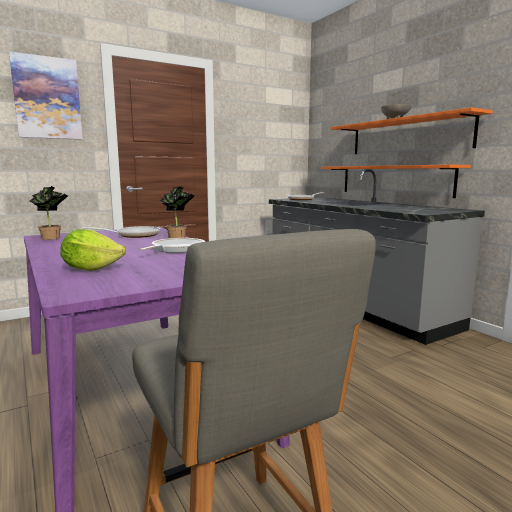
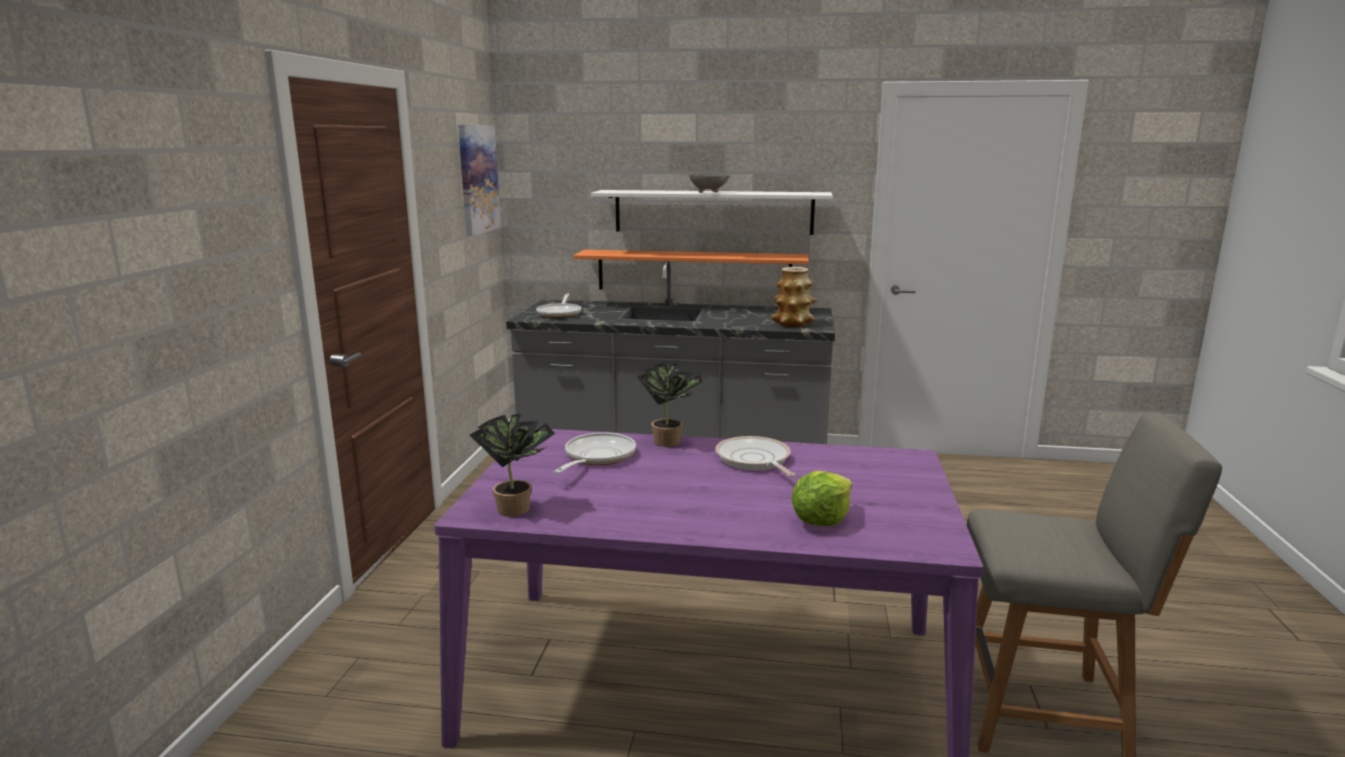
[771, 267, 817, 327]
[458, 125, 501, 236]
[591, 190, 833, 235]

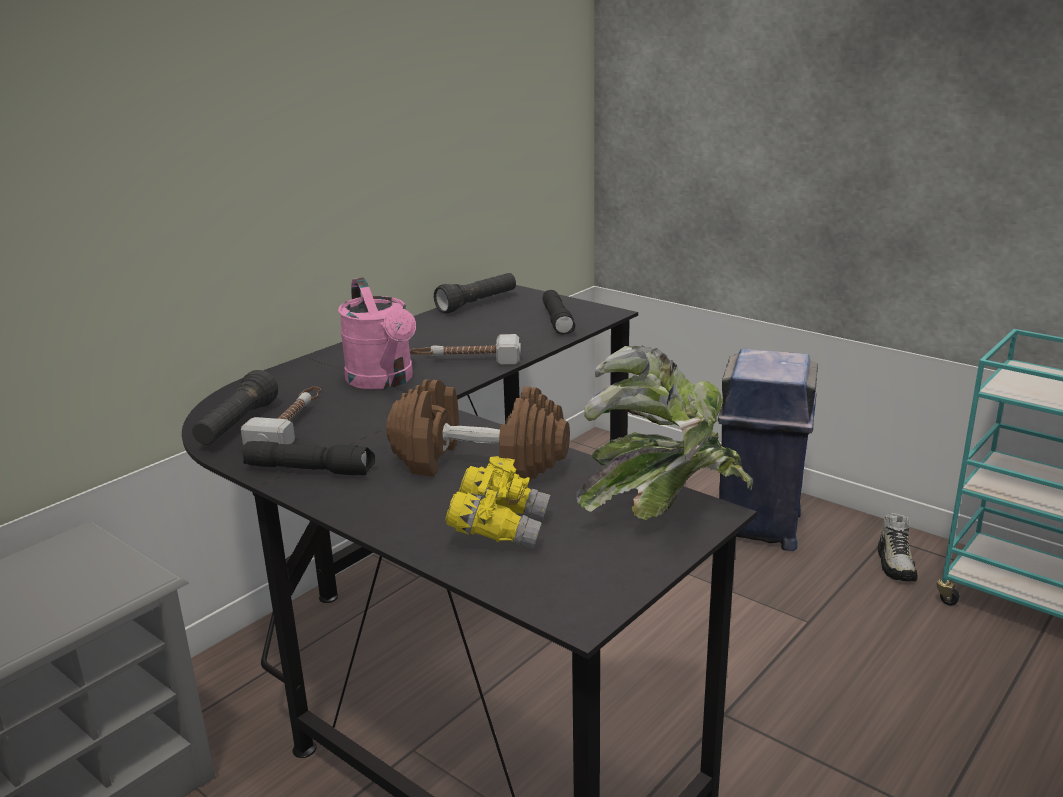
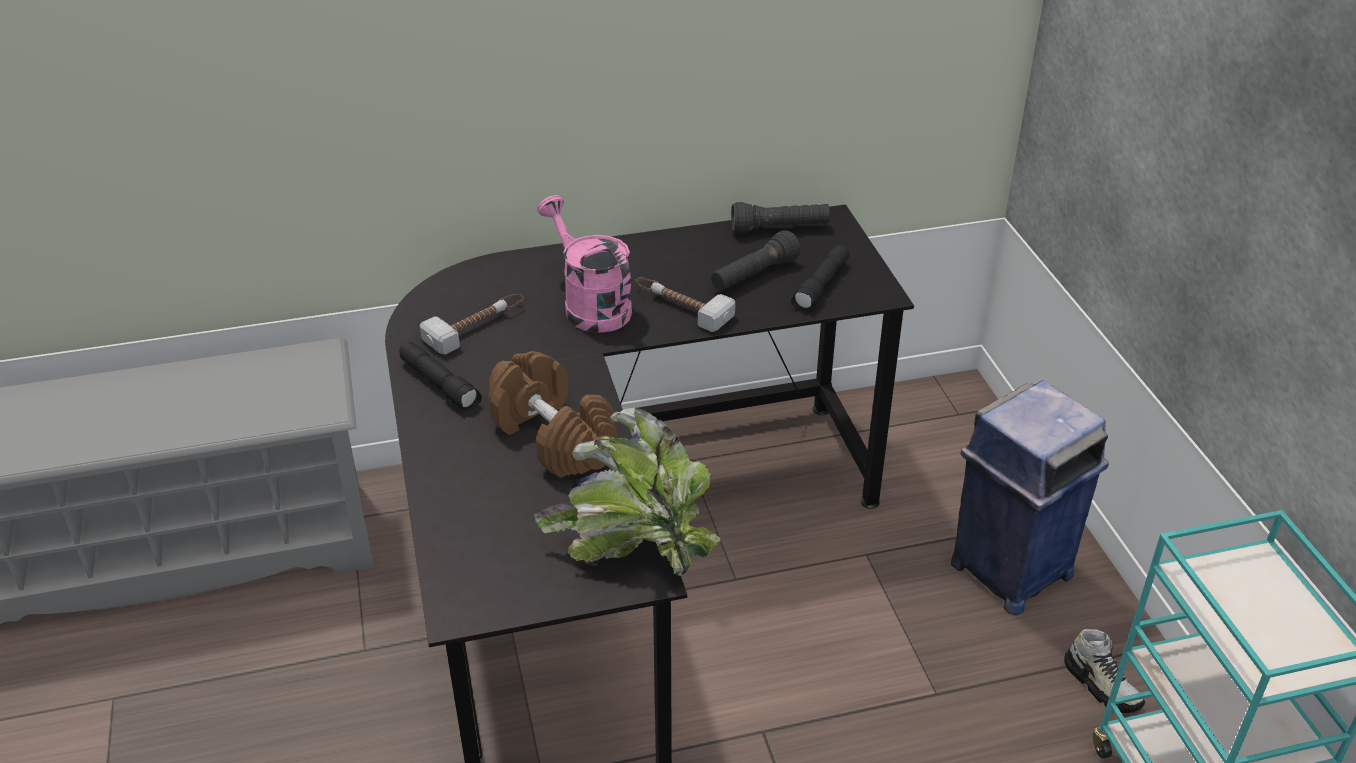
[445, 456, 550, 549] (first image)
[711, 231, 801, 290]
[537, 195, 632, 333]
[1064, 629, 1145, 713]

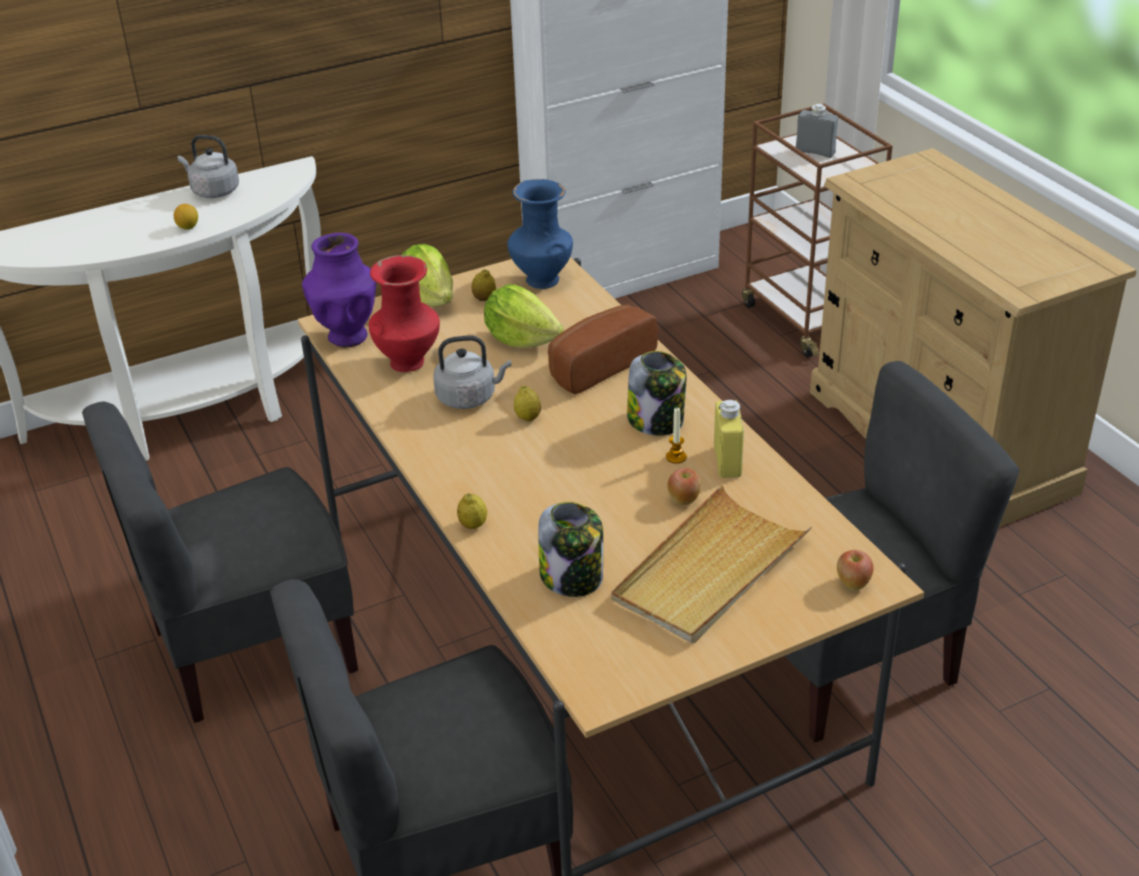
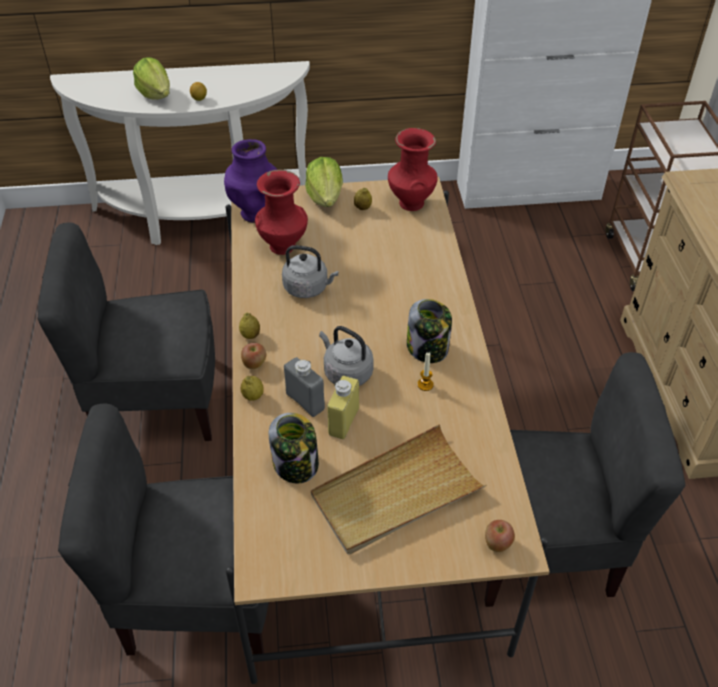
[548, 305, 658, 394] (first image)
[319, 326, 374, 386]
[133, 57, 170, 100]
[239, 313, 260, 339]
[241, 343, 266, 369]
[327, 376, 359, 439]
[284, 357, 325, 417]
[388, 128, 438, 211]

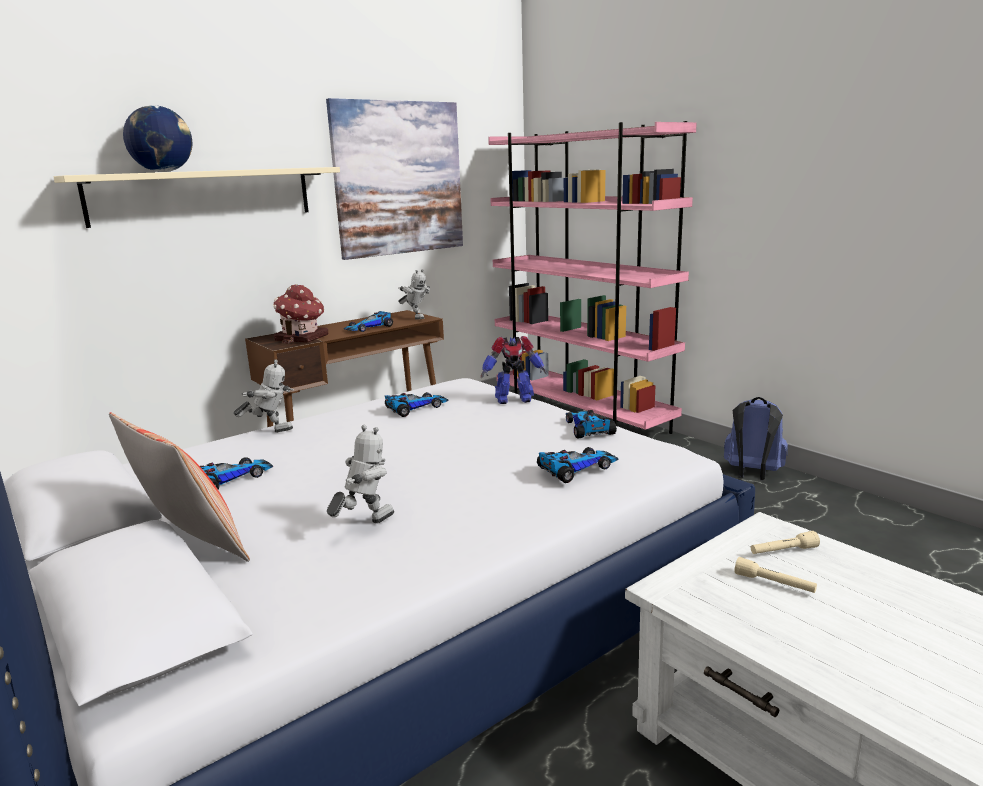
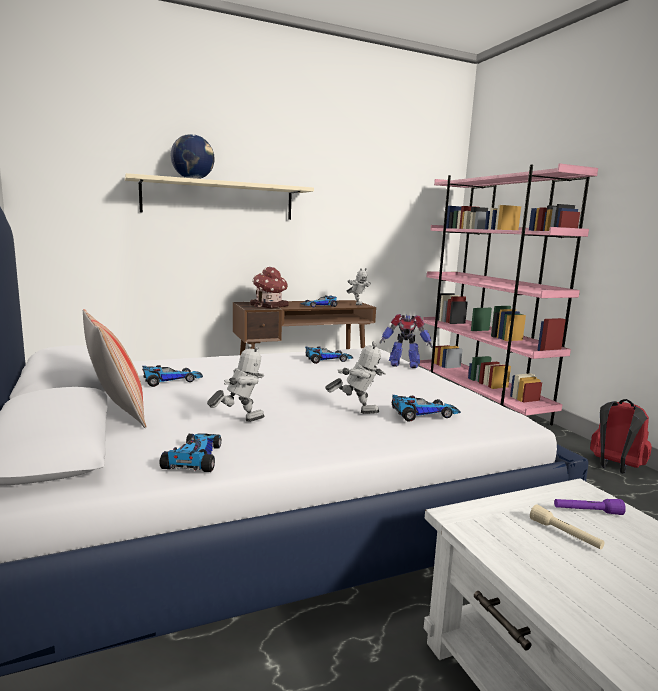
[326, 98, 463, 260] (first image)
[325, 341, 386, 414]
[160, 433, 221, 472]
[590, 399, 652, 474]
[554, 499, 626, 515]

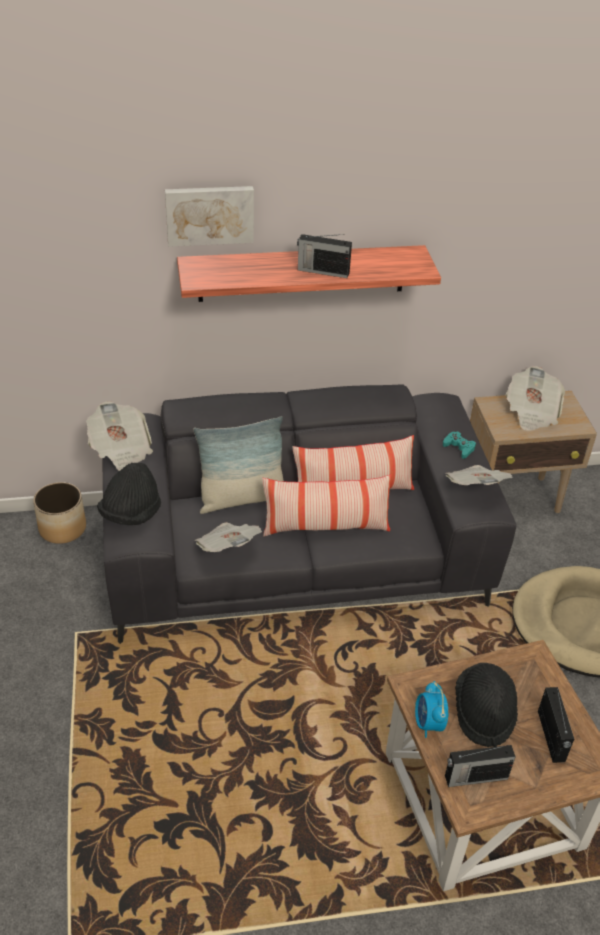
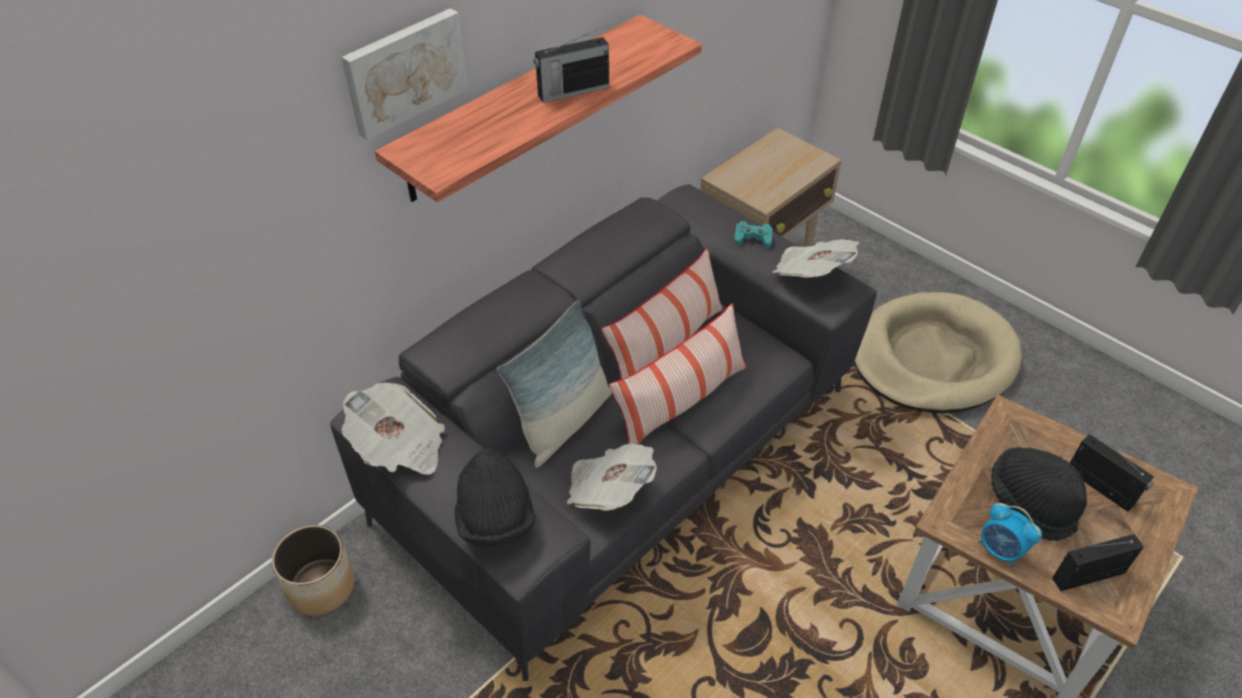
[506, 366, 565, 431] (first image)
[1052, 534, 1144, 591]

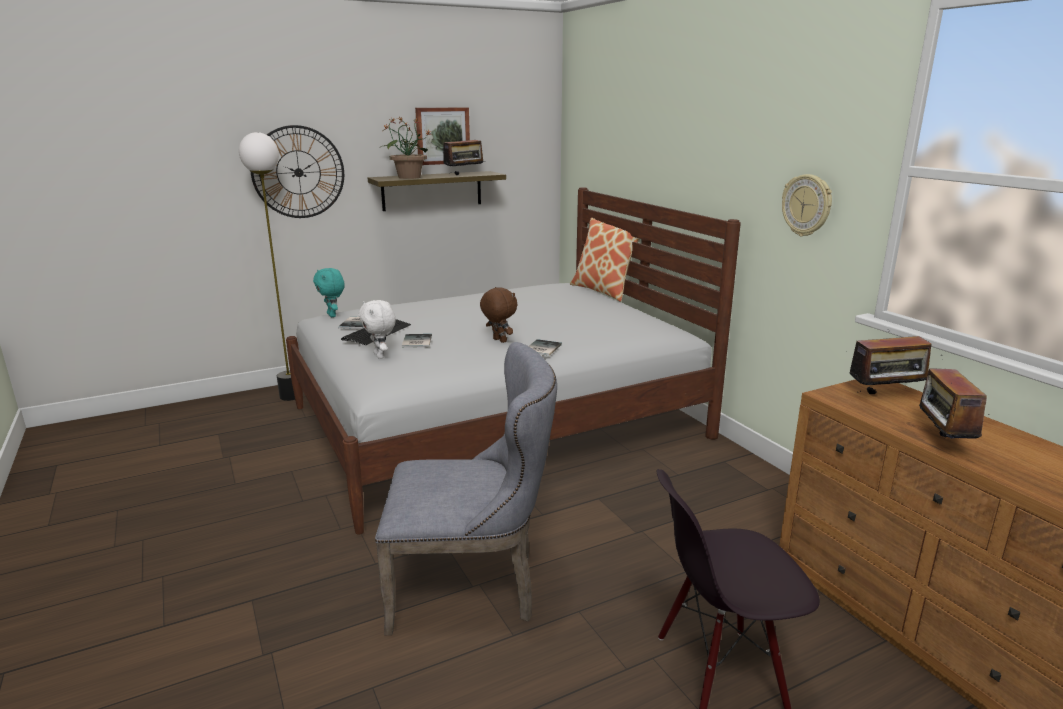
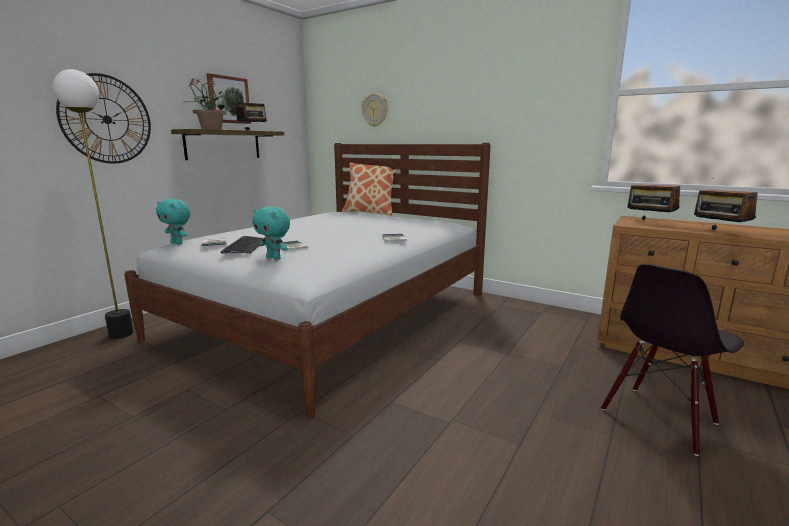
[375, 342, 557, 635] (first image)
[480, 287, 517, 343] (first image)
[362, 93, 388, 127]
[252, 206, 290, 260]
[627, 174, 680, 220]

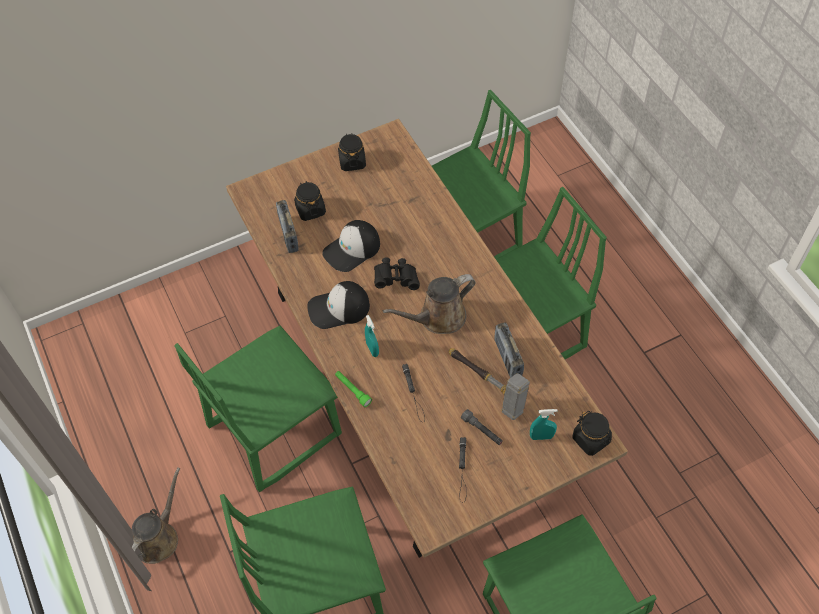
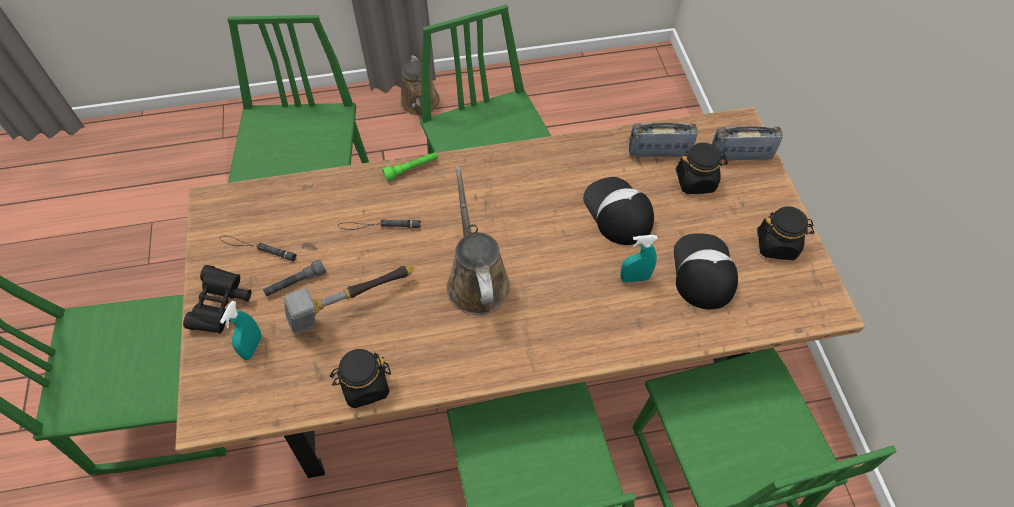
[674, 233, 738, 310]
[620, 235, 658, 282]
[183, 265, 251, 334]
[712, 126, 783, 160]
[330, 349, 391, 408]
[400, 55, 440, 116]

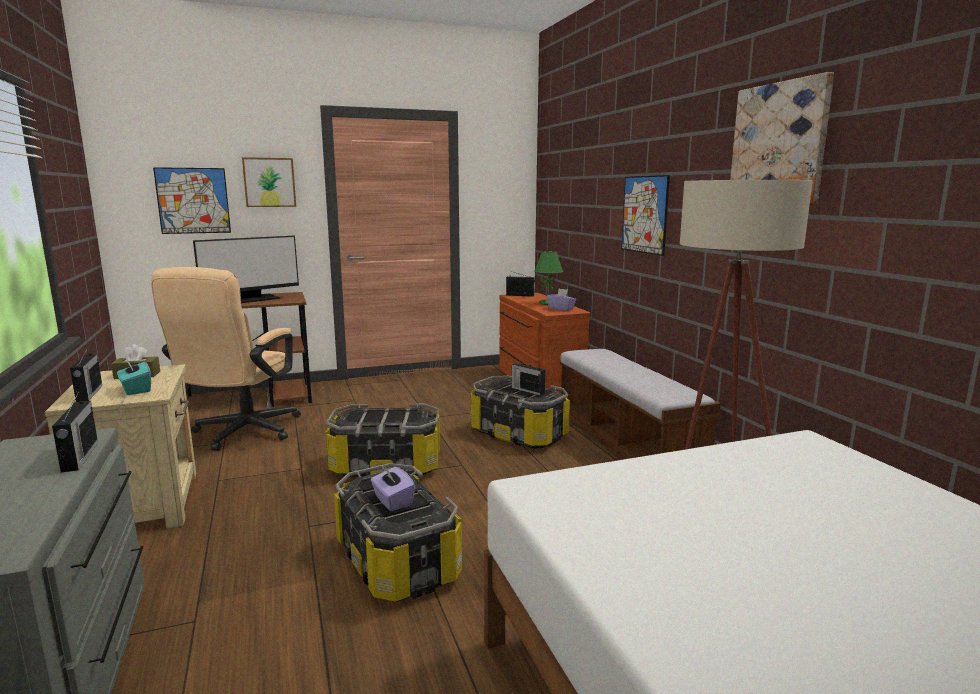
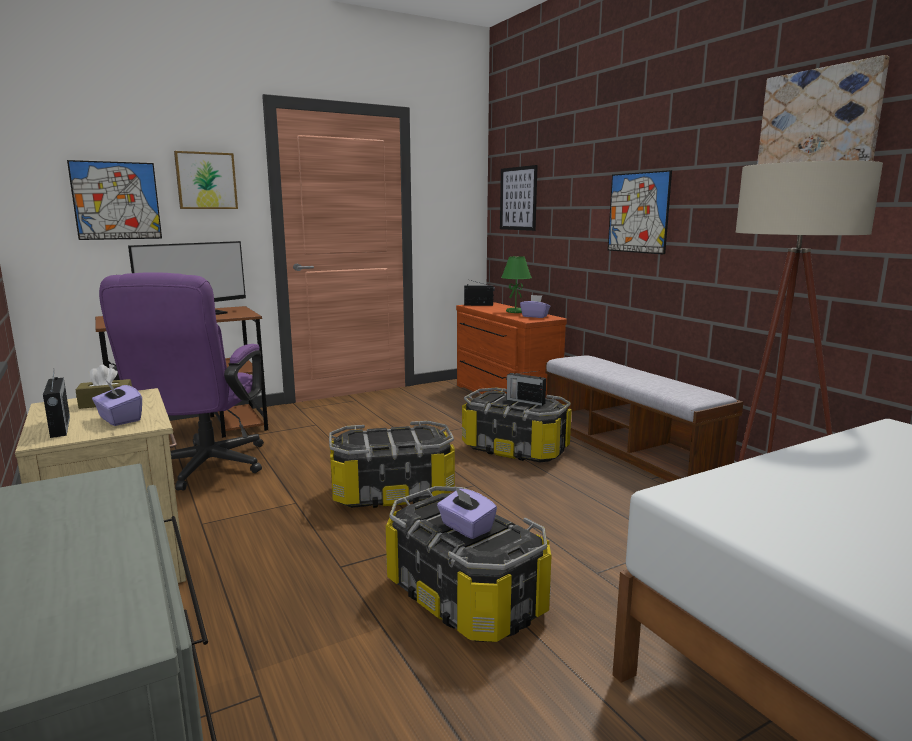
[52, 392, 98, 472] (first image)
[500, 165, 538, 231]
[92, 381, 142, 426]
[99, 272, 264, 491]

